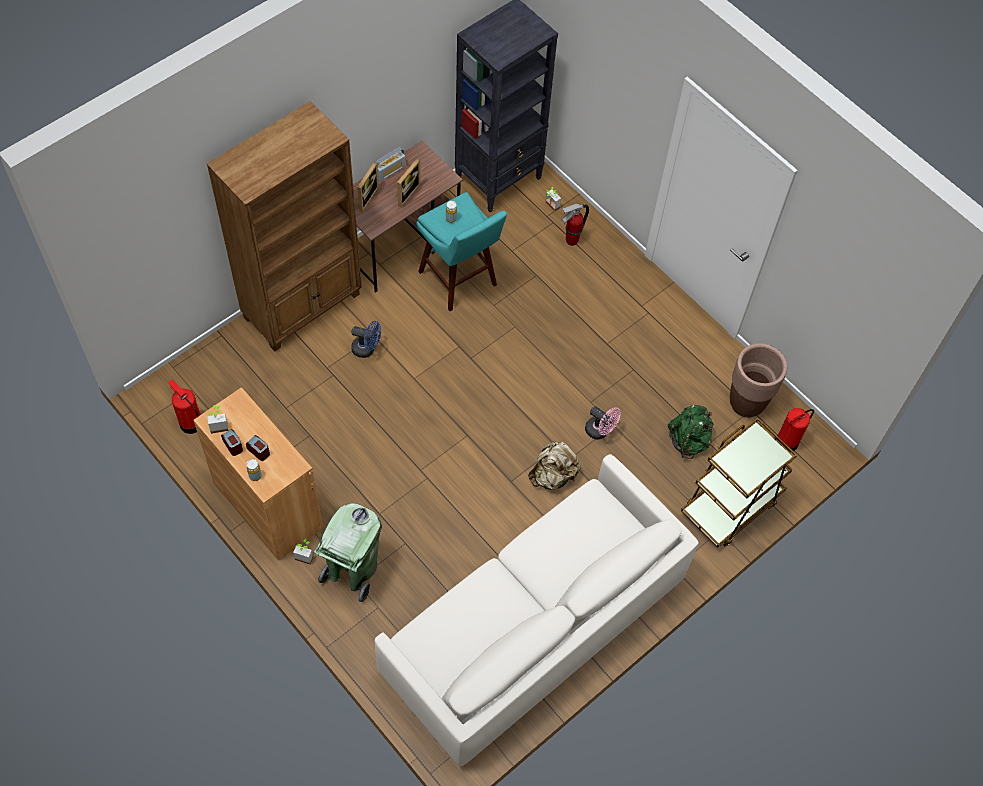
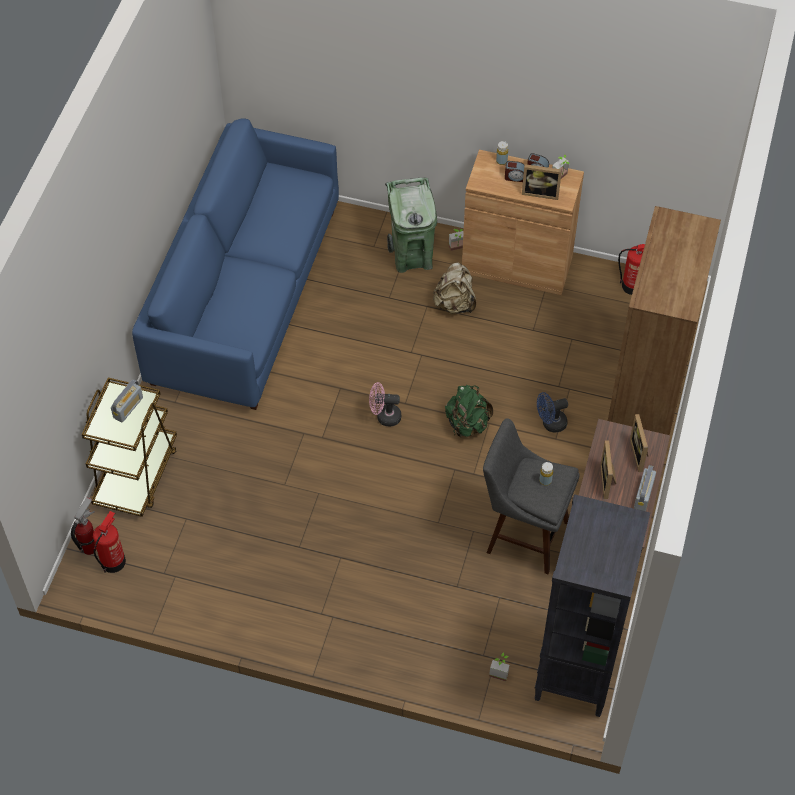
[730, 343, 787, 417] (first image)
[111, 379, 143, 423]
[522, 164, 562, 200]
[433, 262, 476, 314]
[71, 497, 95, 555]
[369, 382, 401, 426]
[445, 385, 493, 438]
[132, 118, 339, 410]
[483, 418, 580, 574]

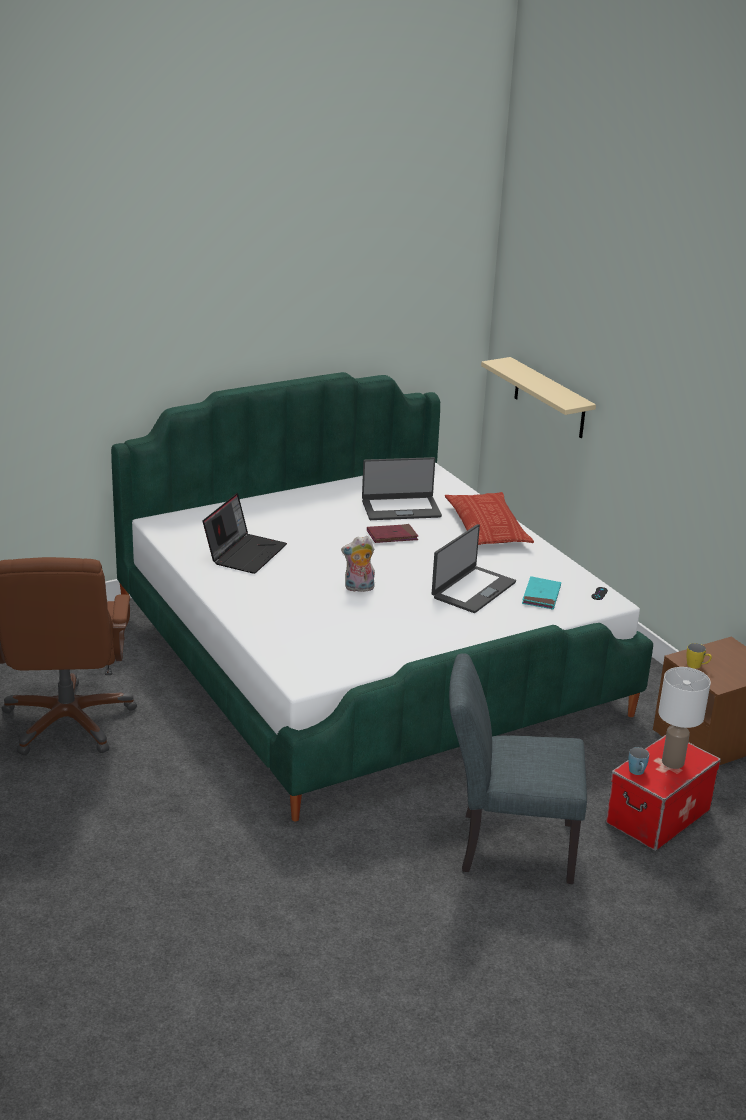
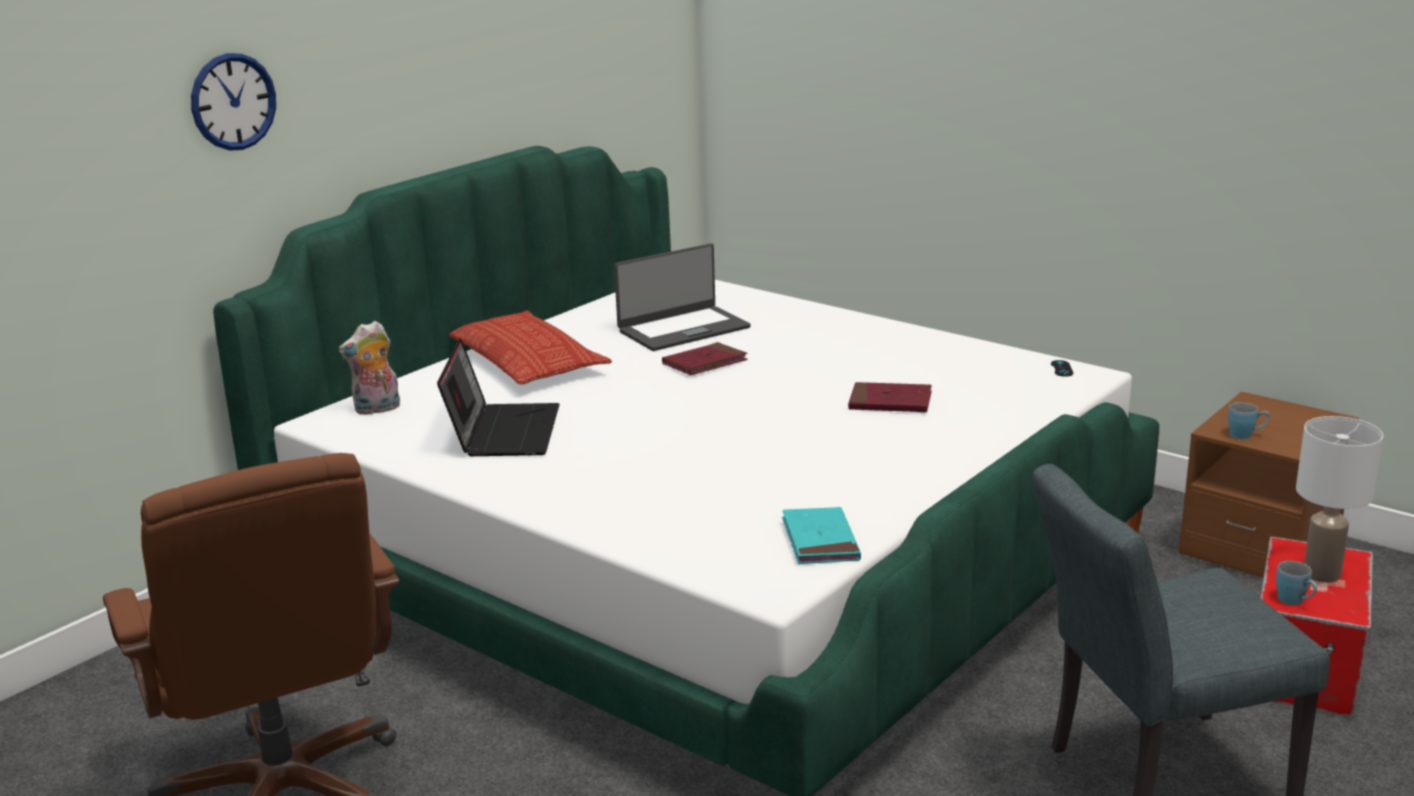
[481, 357, 596, 438] (first image)
[191, 53, 276, 151]
[338, 321, 400, 415]
[449, 310, 612, 385]
[782, 507, 861, 564]
[848, 382, 932, 413]
[1228, 402, 1270, 439]

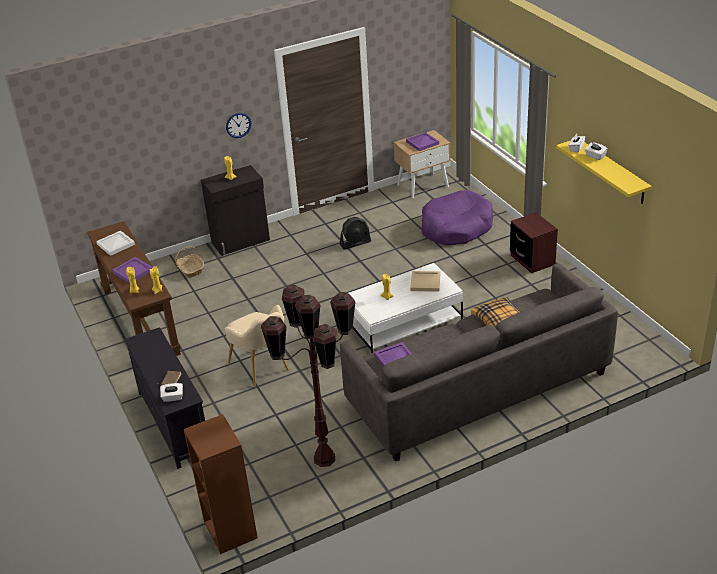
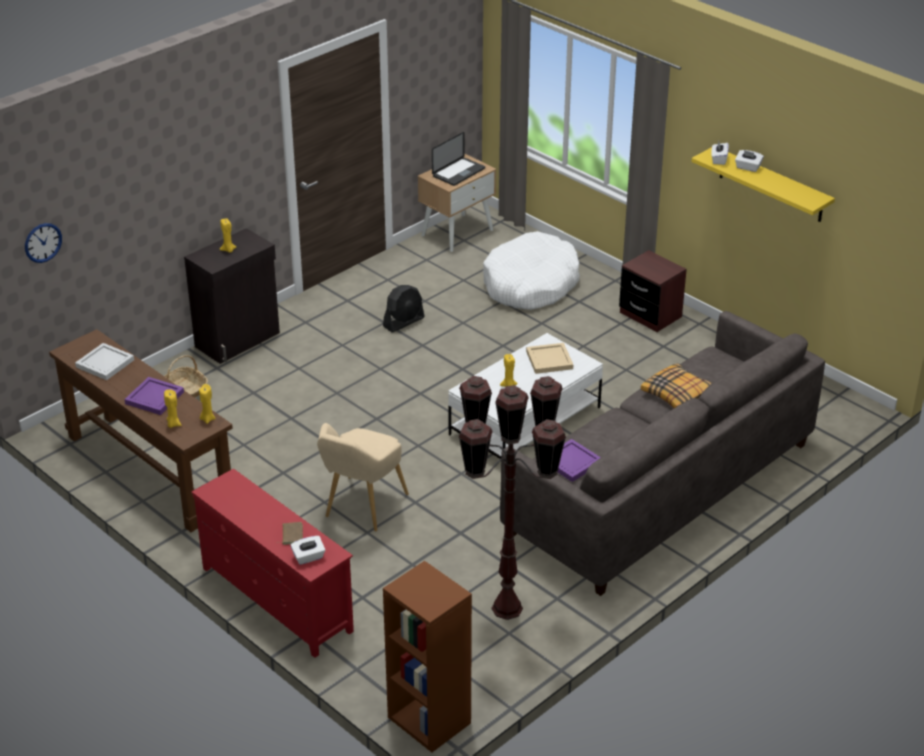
[25, 223, 62, 263]
[432, 132, 485, 186]
[191, 468, 354, 658]
[483, 231, 580, 310]
[317, 423, 409, 531]

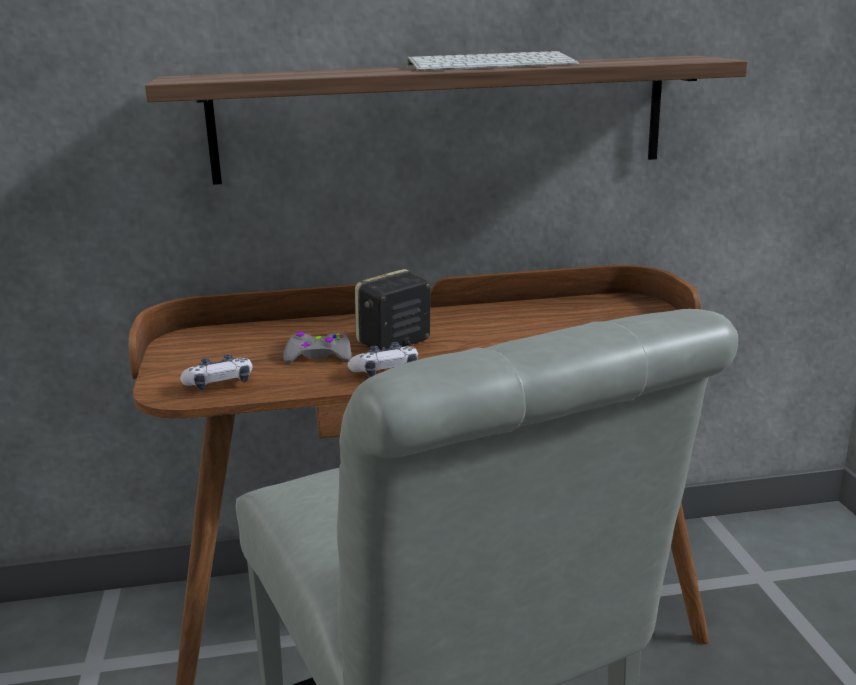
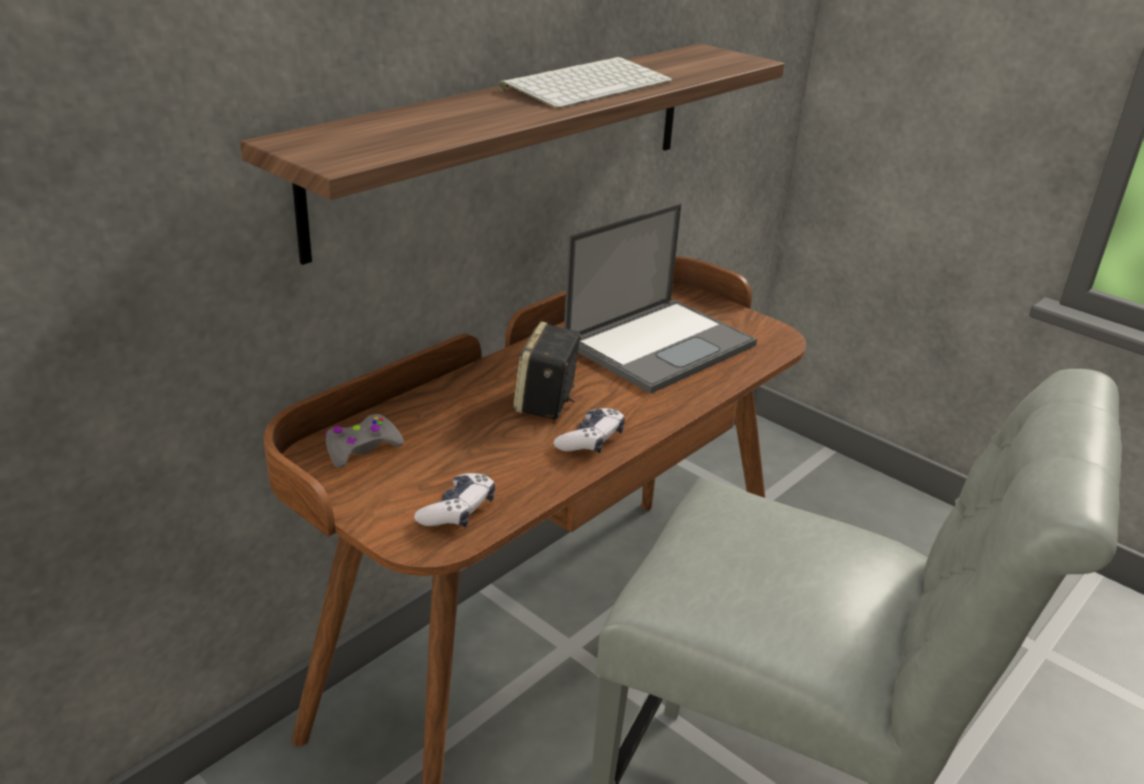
[564, 203, 757, 394]
[325, 414, 404, 468]

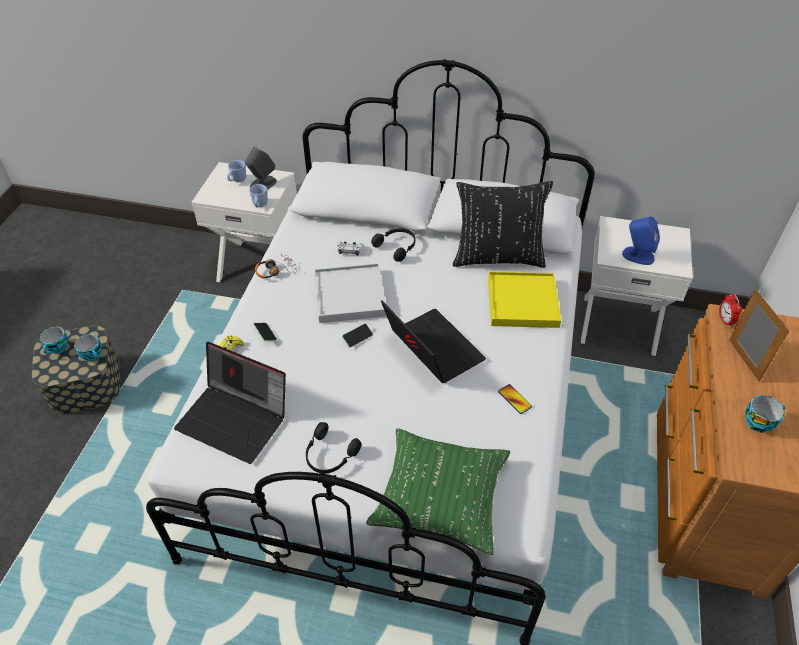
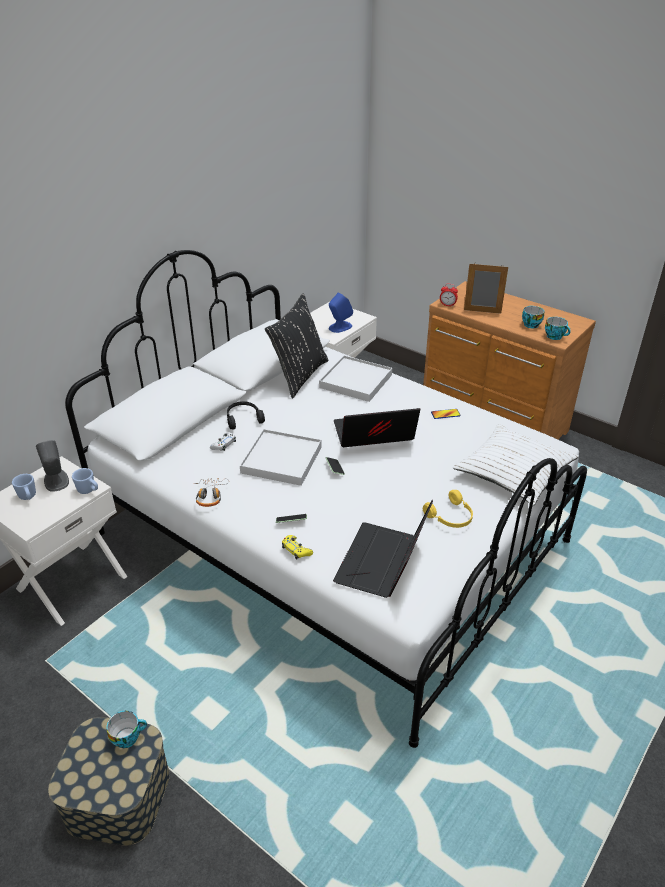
[545, 317, 571, 340]
[423, 490, 473, 528]
[453, 424, 579, 505]
[319, 355, 392, 402]
[333, 500, 433, 598]

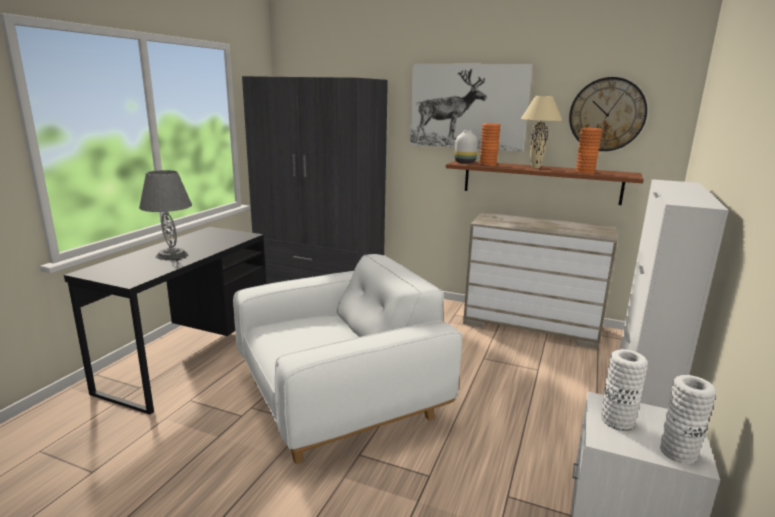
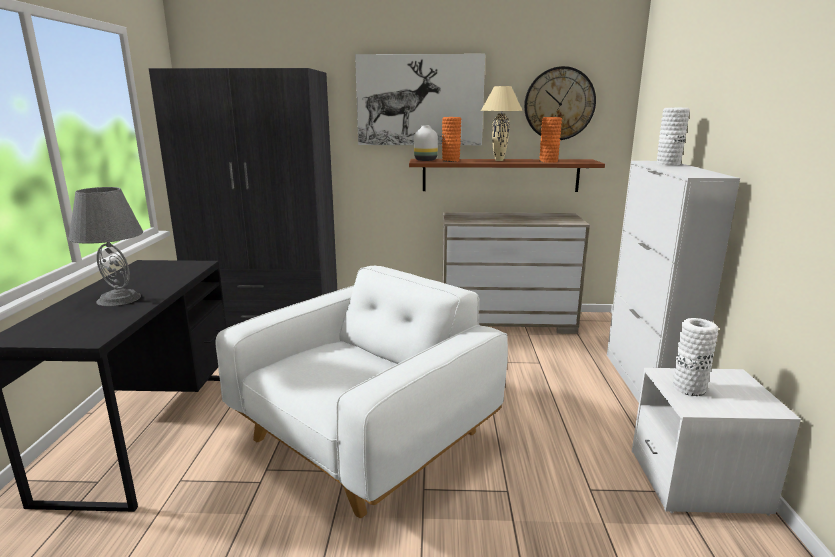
[656, 108, 690, 165]

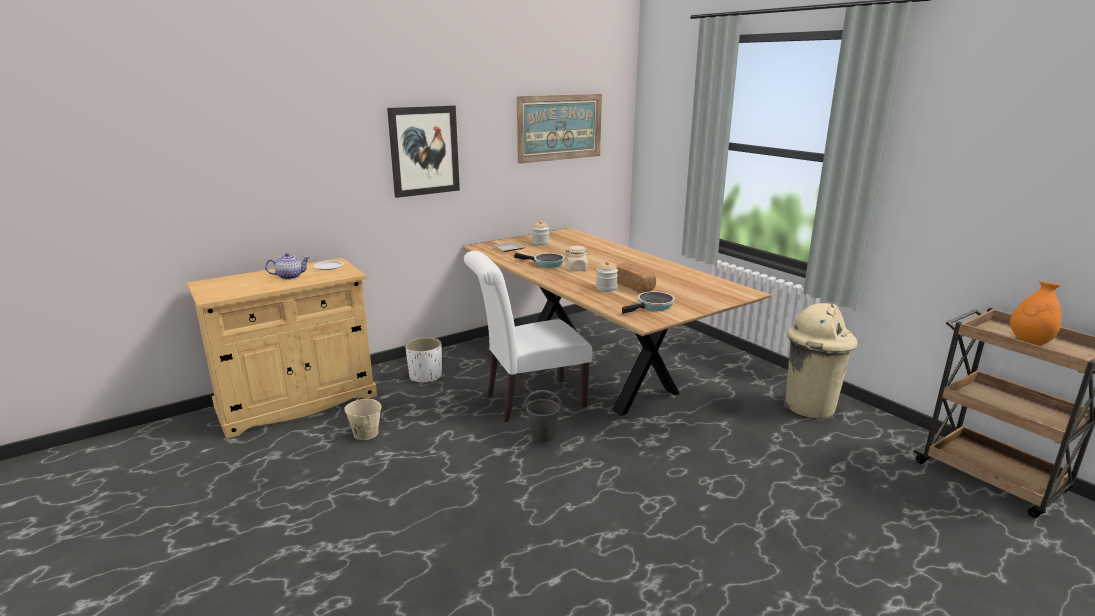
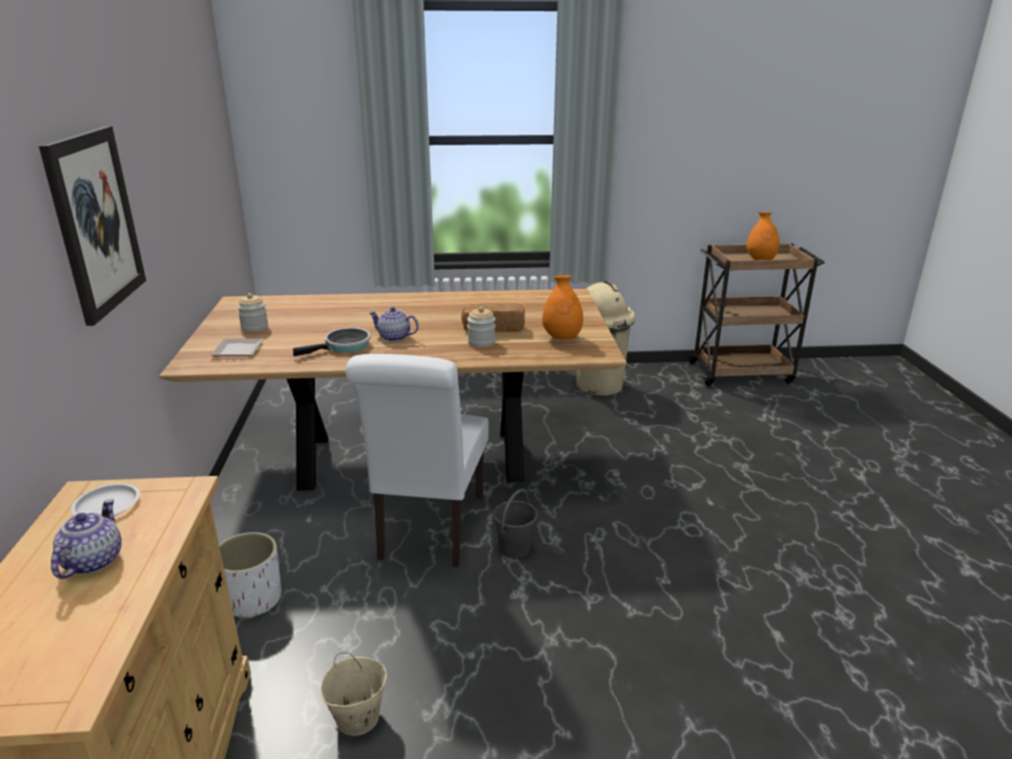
[517, 94, 602, 164] (first image)
[369, 307, 419, 342]
[542, 275, 583, 339]

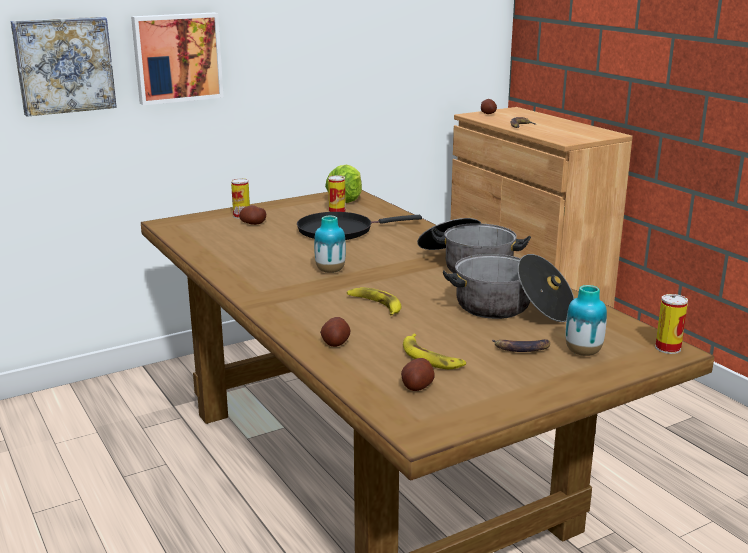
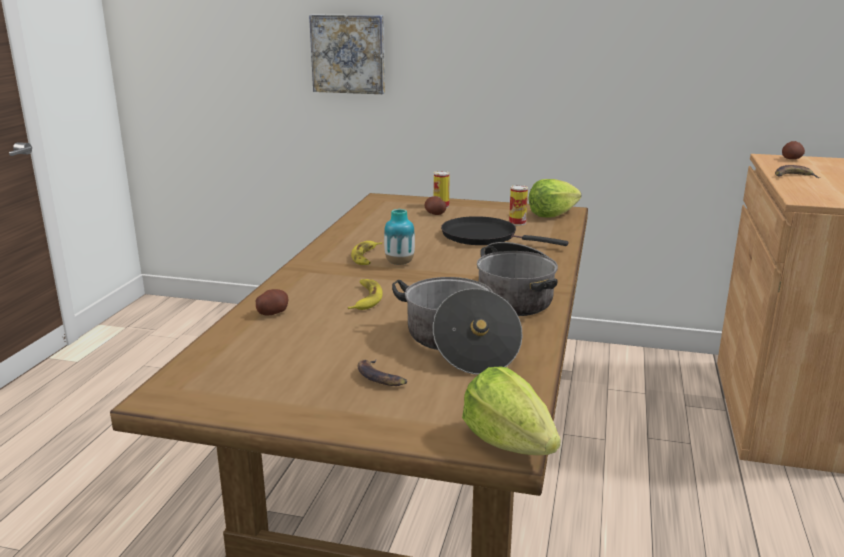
[131, 13, 224, 105] (first image)
[401, 358, 435, 391] (first image)
[566, 285, 607, 356] (first image)
[351, 241, 382, 265]
[462, 366, 561, 455]

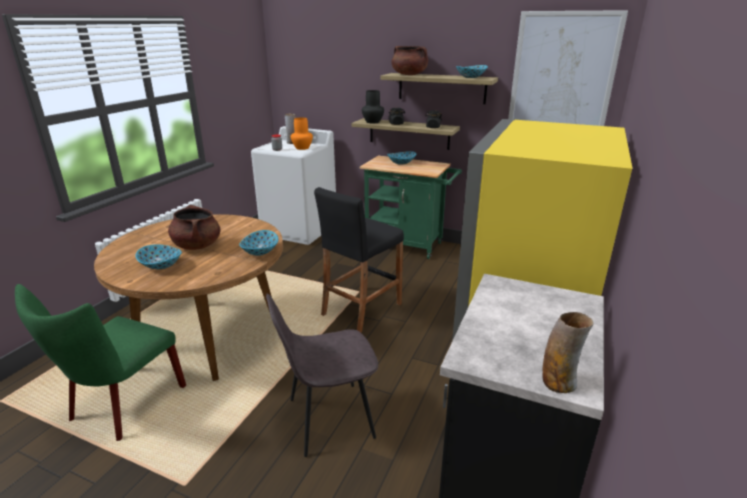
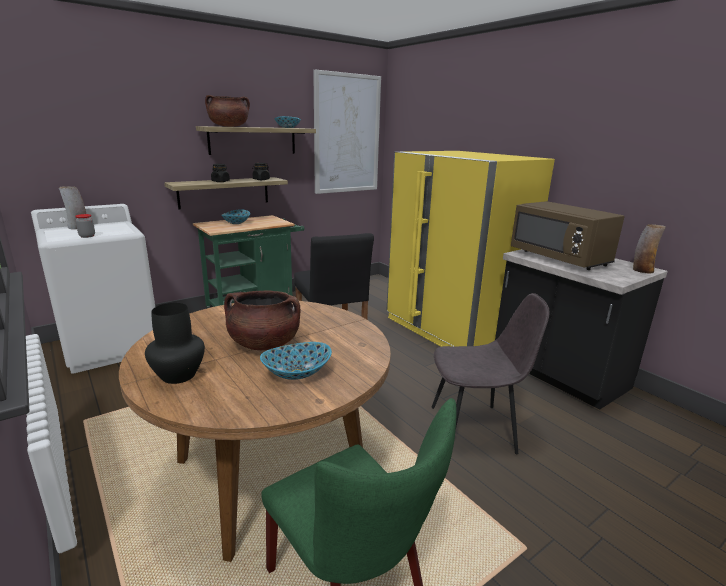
[239, 230, 278, 256] (first image)
[291, 118, 313, 150] (first image)
[511, 201, 625, 270]
[145, 303, 205, 384]
[432, 293, 549, 454]

